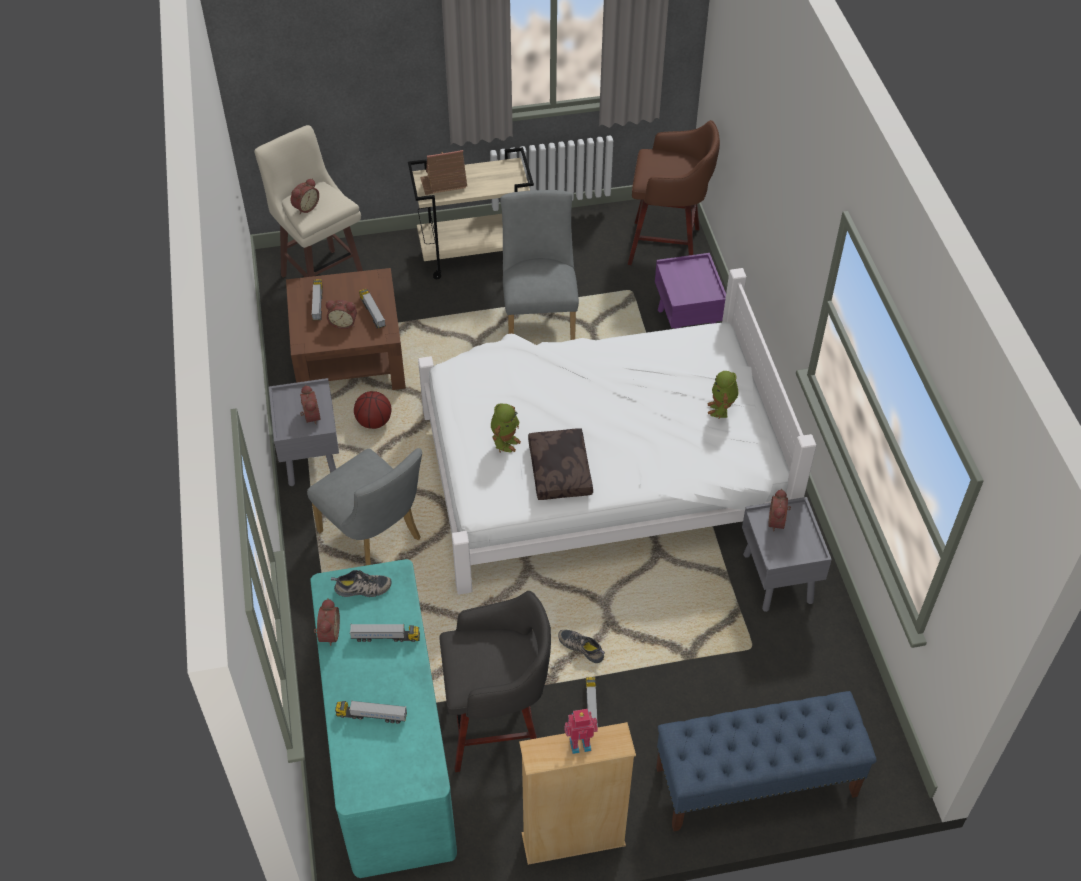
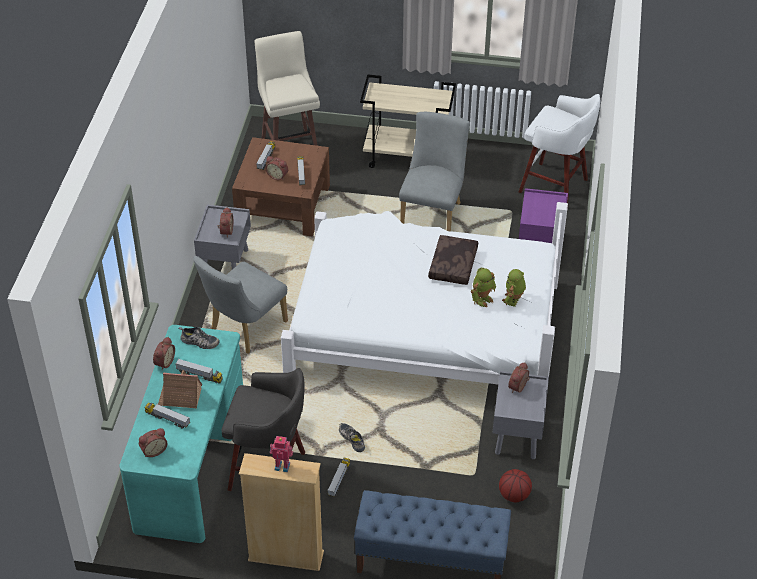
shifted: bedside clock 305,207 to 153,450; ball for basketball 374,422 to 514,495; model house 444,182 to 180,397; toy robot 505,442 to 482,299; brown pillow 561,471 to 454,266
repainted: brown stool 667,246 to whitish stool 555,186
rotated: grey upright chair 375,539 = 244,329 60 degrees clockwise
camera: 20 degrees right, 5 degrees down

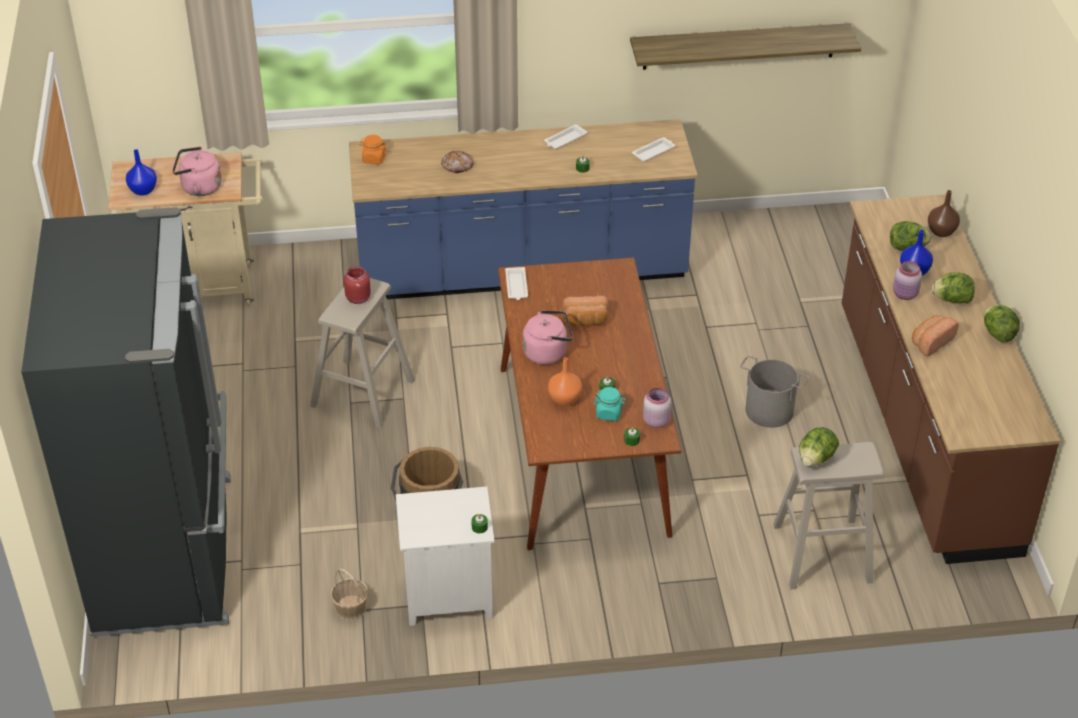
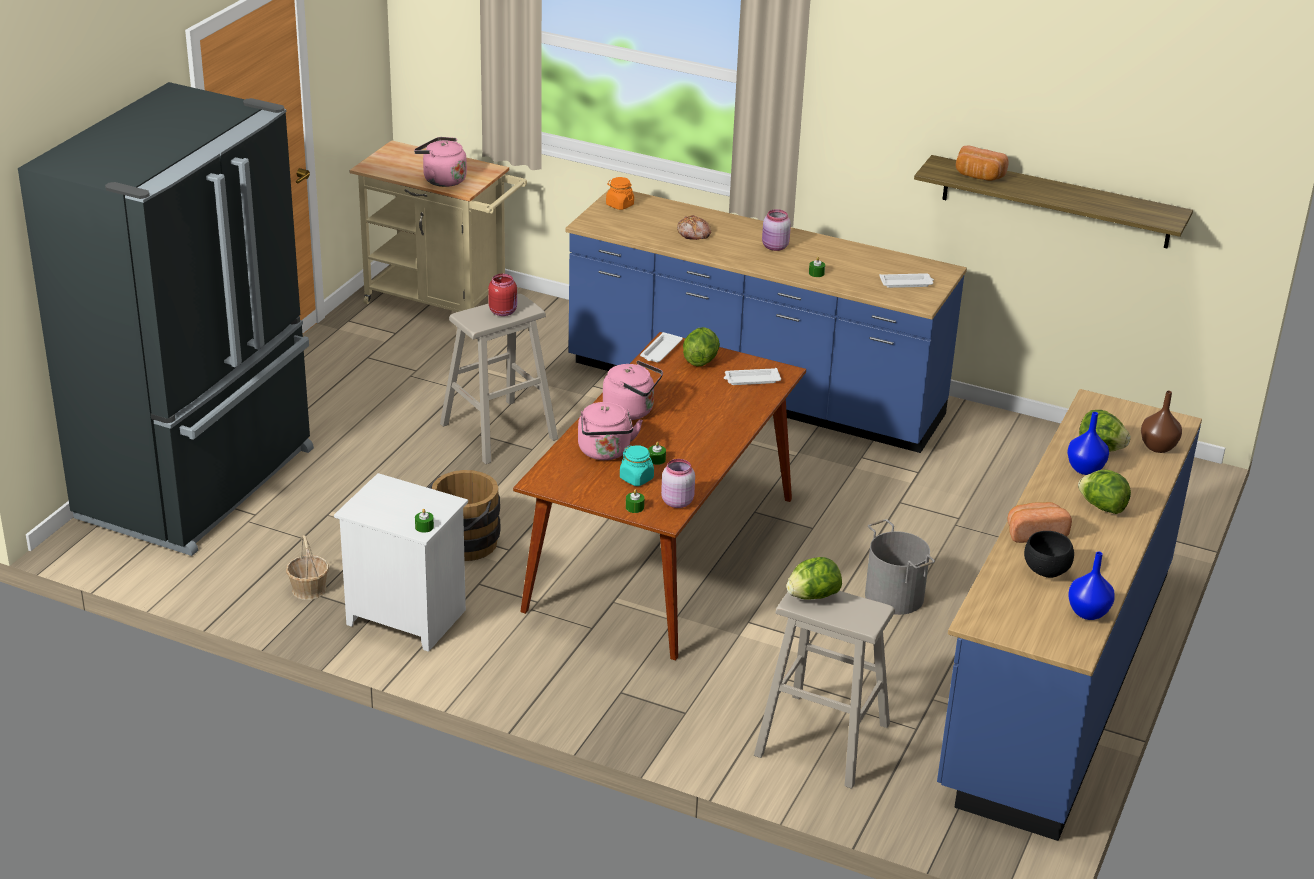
new: black-coloured deep dish 1047,572
shifted: blue-coloured decorative vase 144,190 to 1089,613; whitish tray 564,140 to 751,380; bread 586,321 to 978,176; pinkish jar 905,295 to 774,247; lettuce 997,334 to 700,360
swapped: orange-coloured decorative vase 564,400 to pinkish kettle 605,452
repainted: brown counter 923,428 to blue-coloured counter 1056,678
camera: 30 degrees right, 10 degrees down

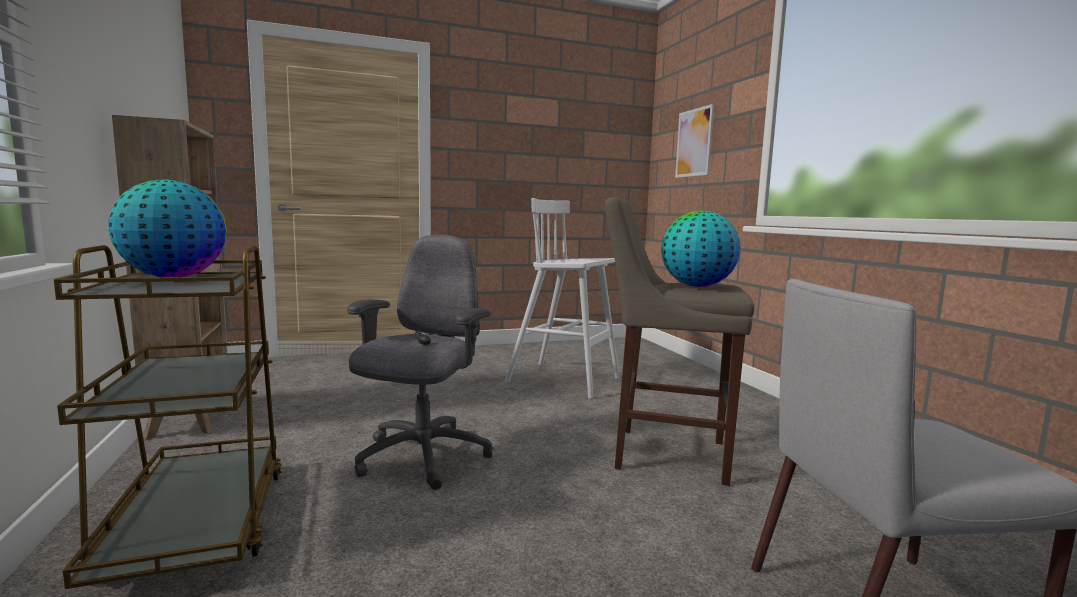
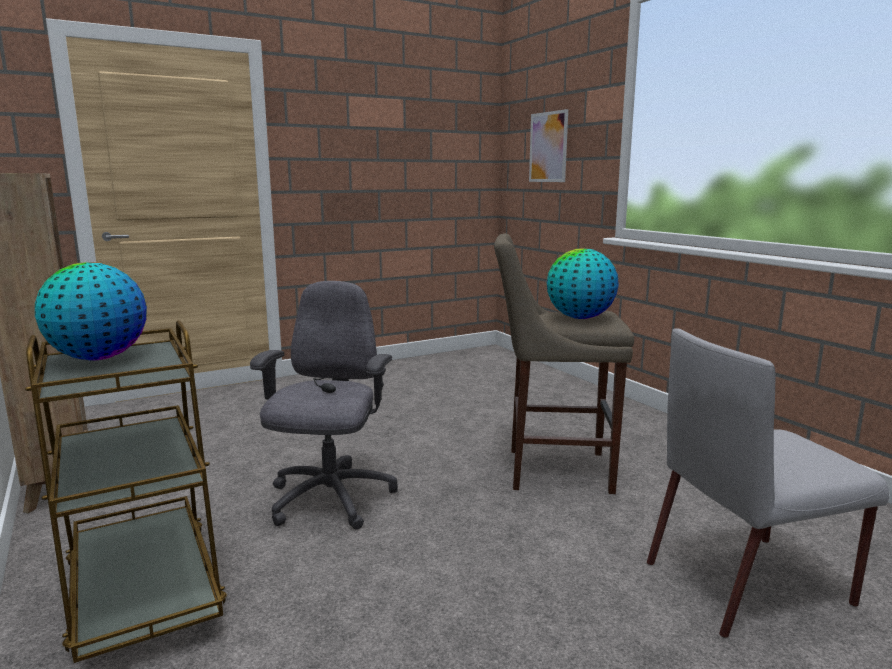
gone: whitish stool 565,380
camera: 10 degrees left, 5 degrees up

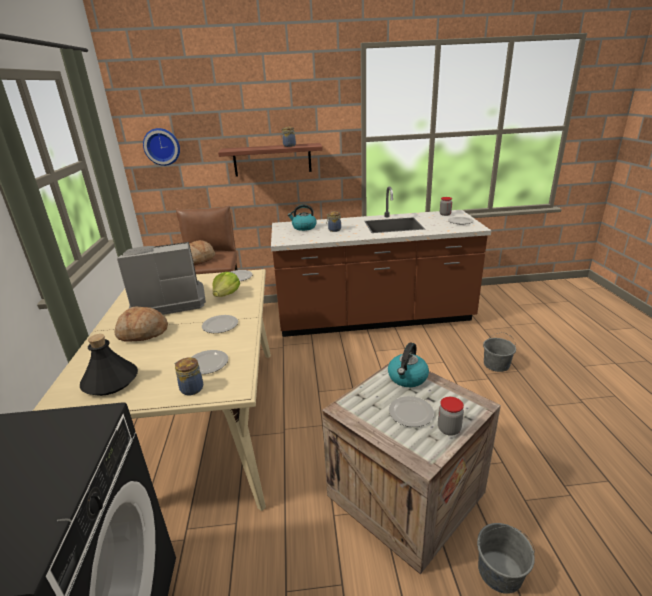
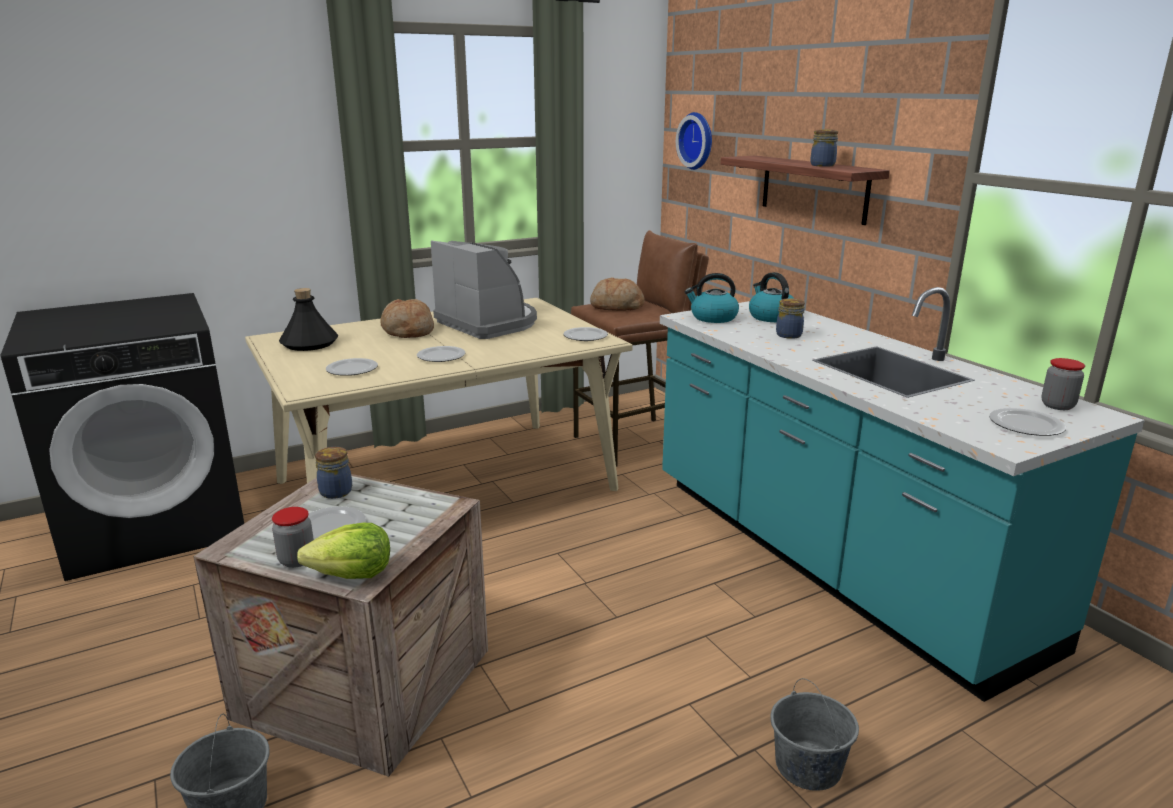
shifted: jar 191,388 to 336,491; lettuce 226,294 to 352,574; kettle 407,378 to 713,318
repainted: brown counter 374,318 to turquoise-coloured counter 831,559
camera: 65 degrees right, 5 degrees down

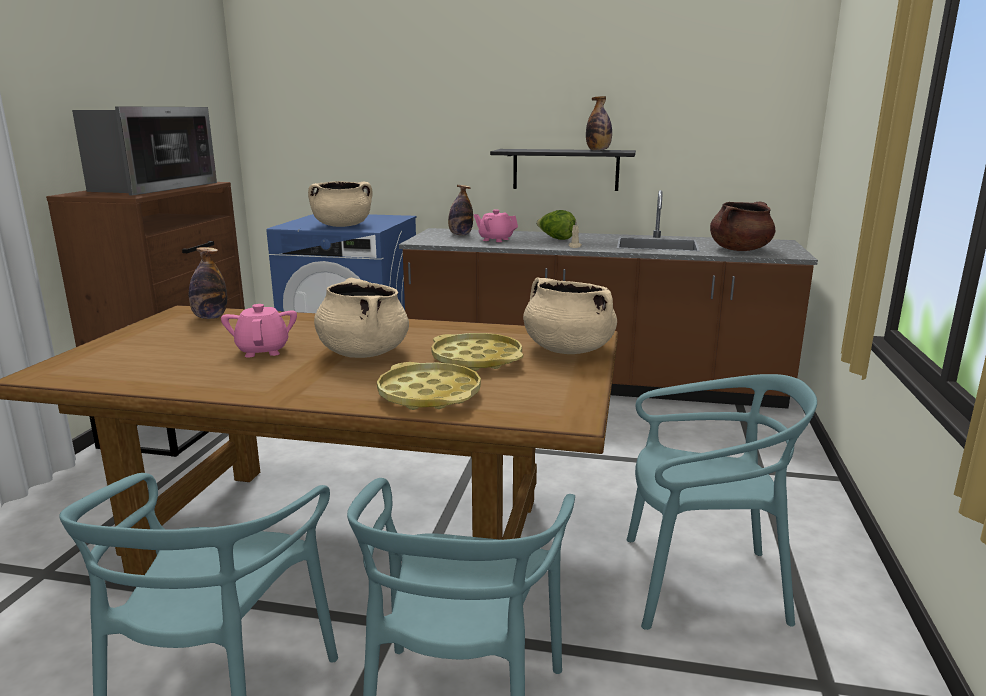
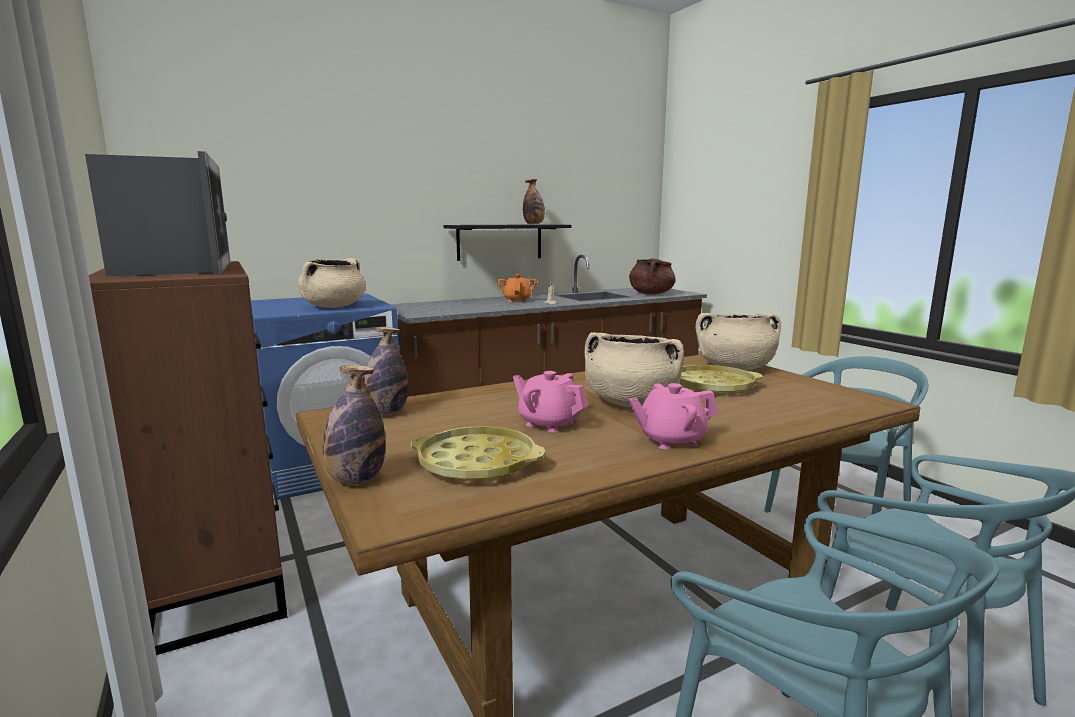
shifted: yellowish tray 429,394 to 477,463; beverage bottle 460,235 to 356,480; pinkish teapot 495,240 to 670,440
swapped: lettuce 556,239 to orange-coloured teapot 517,300
camera: 40 degrees left, 5 degrees down

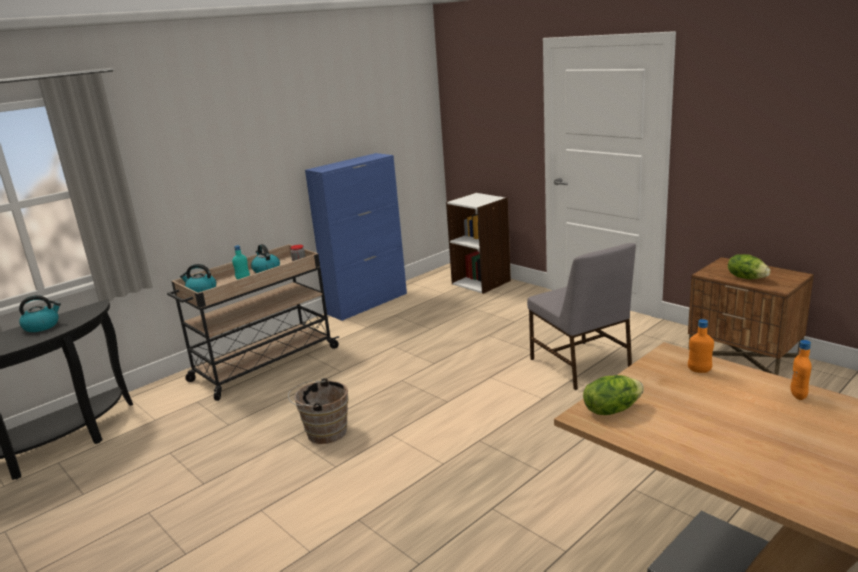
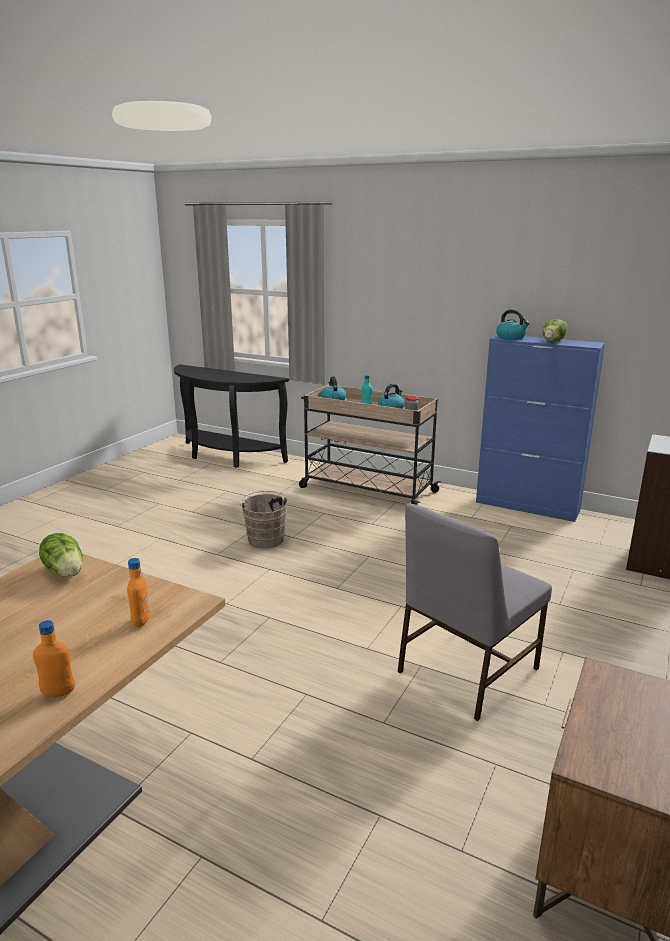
shifted: kettle 42,326 to 511,337; lettuce 746,278 to 553,341
camera: 70 degrees right, 0 degrees up

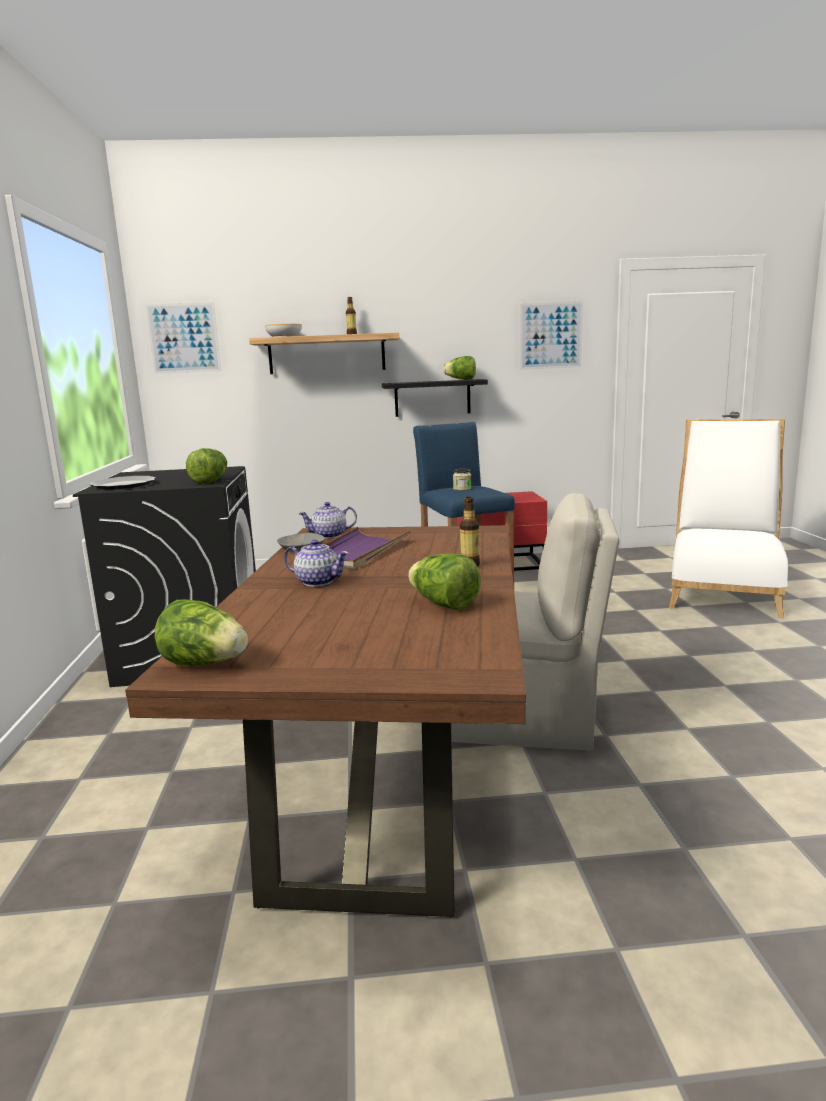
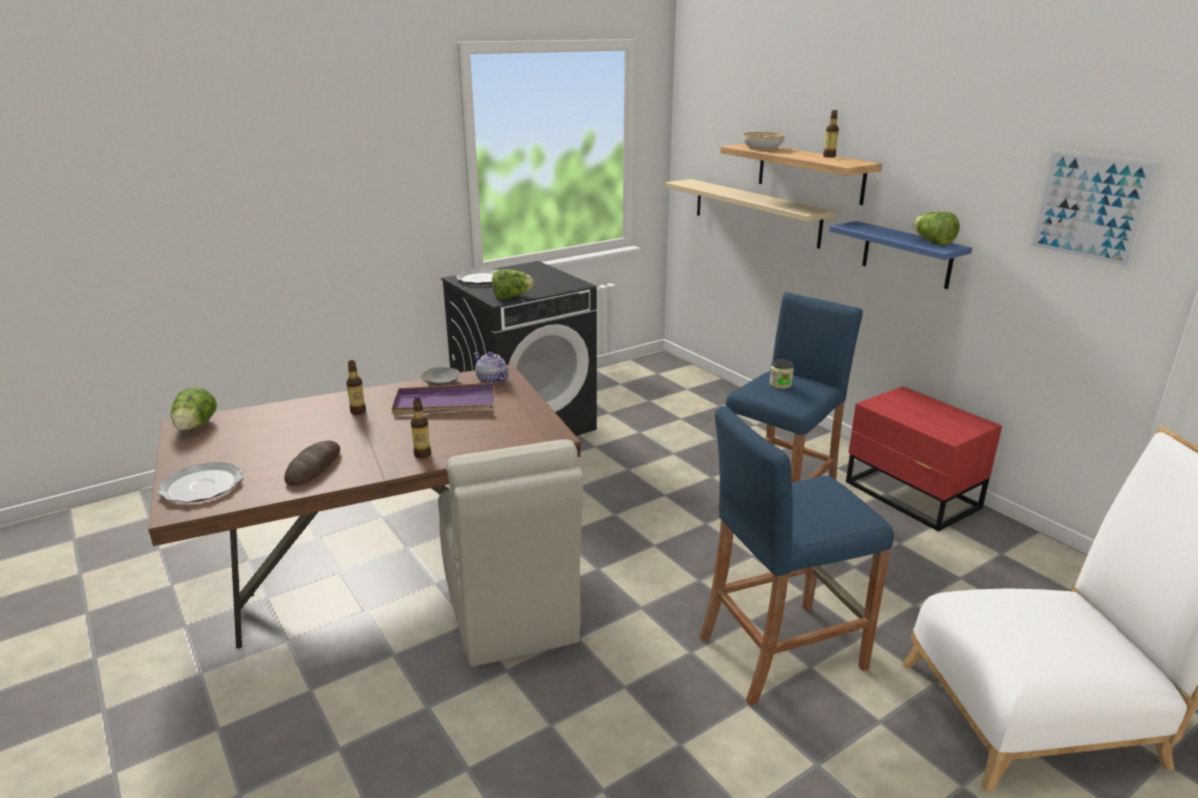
gone: wall art 184,338
new: flat dish 201,486; sand-coloured wall shelf 755,212; blue-coloured stool 781,652
swapped: teapot 317,581 to beverage bottle 358,411; lettuce 444,605 to bread 313,467
repainted: black-coloured wall shelf 432,398 to blue-coloured wall shelf 907,255
camera: 60 degrees right, 10 degrees up

